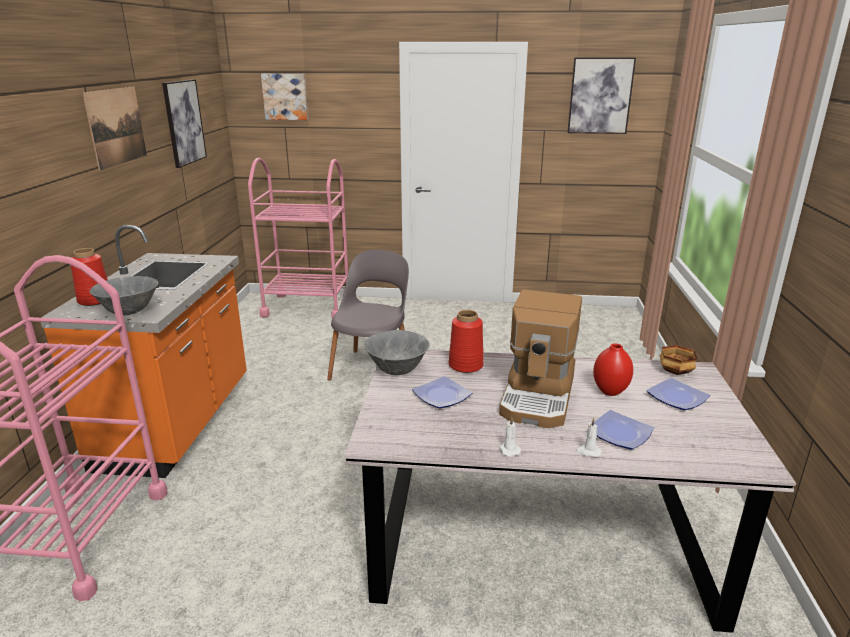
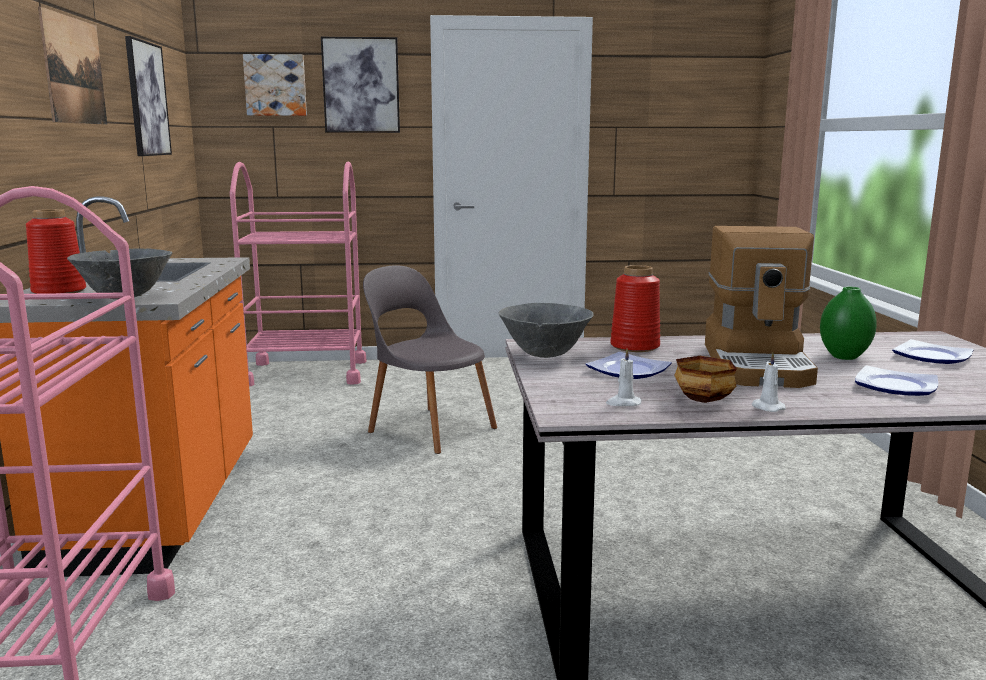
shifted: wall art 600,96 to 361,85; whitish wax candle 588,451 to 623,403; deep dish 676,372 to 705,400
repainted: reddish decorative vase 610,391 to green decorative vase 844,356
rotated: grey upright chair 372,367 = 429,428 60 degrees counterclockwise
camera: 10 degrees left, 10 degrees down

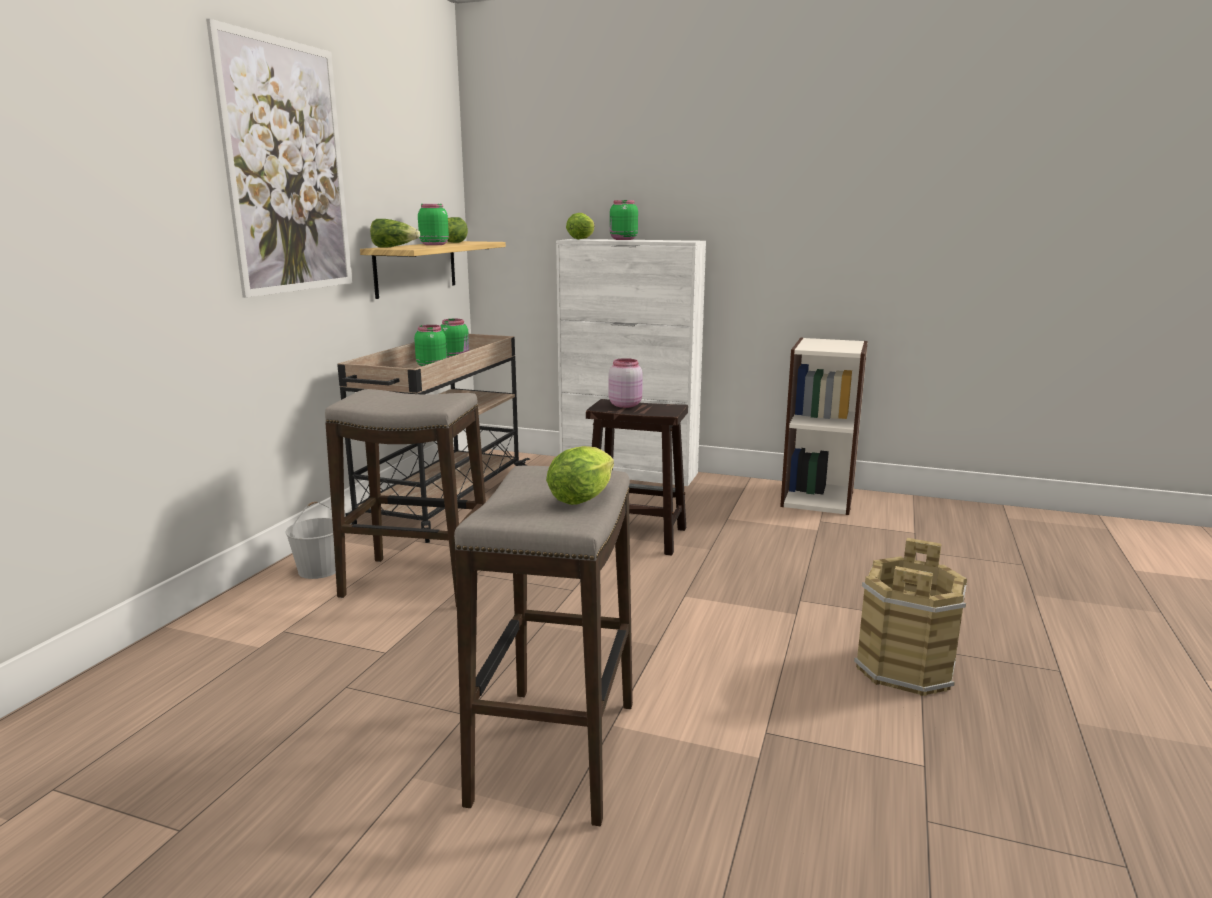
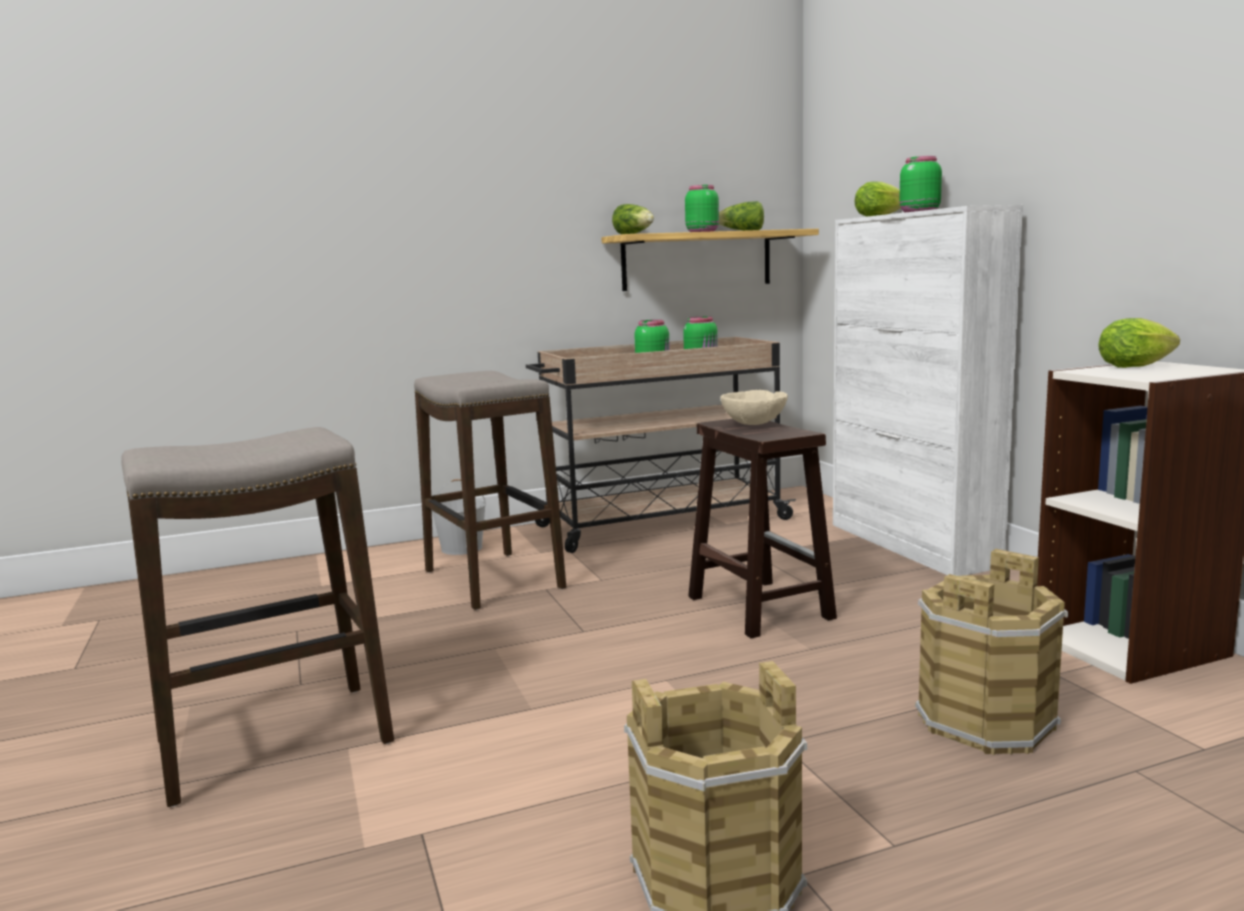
gone: wall art 287,168
new: brown bucket 984,721
shifted: lettuce 584,497 to 1138,366
swapped: pinkish jar 625,405 to sand-coloured deep dish 754,424
camera: 50 degrees right, 5 degrees down

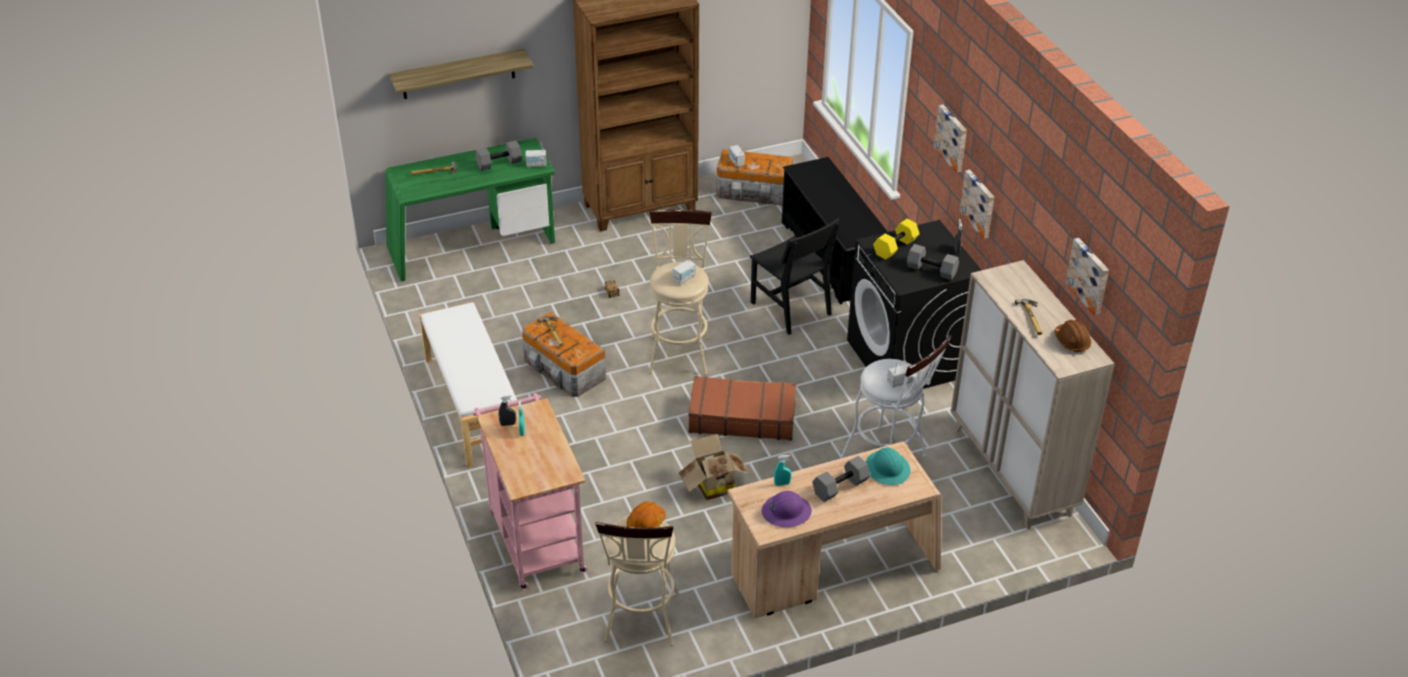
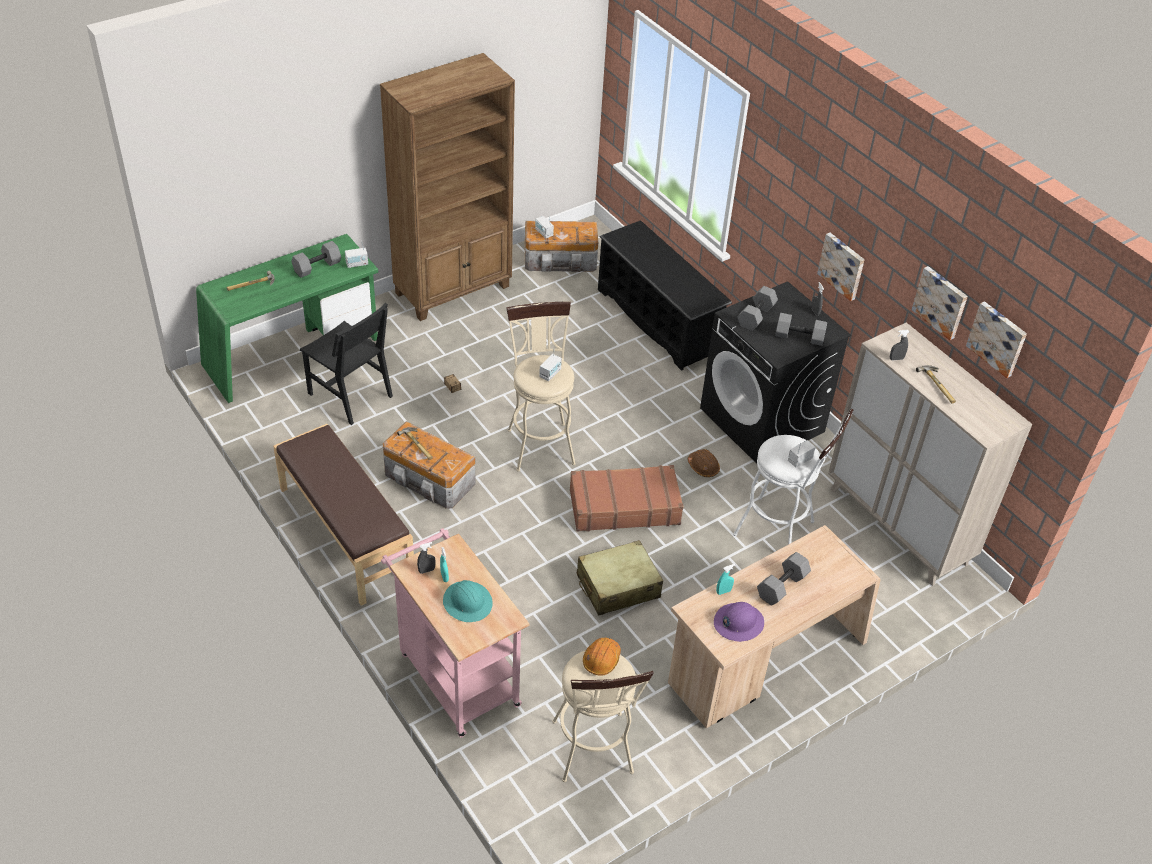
gone: wall shelf 458,74
new: grey sprayer 896,359
shifted: black-coloured upright chair 790,308 to 350,395; turquoise-coloured safety helmet 887,469 to 468,602; wall art 952,138 to 941,302; brown safety helmet 1072,341 to 703,467
swapped: packing box 712,485 to sand-coloured suitcase 617,586
repainted: whitish indoor bench 472,405 to brown indoor bench 345,533; yellowish hand weight 895,248 to grey hand weight 756,317
camera: 15 degrees left, 5 degrees up

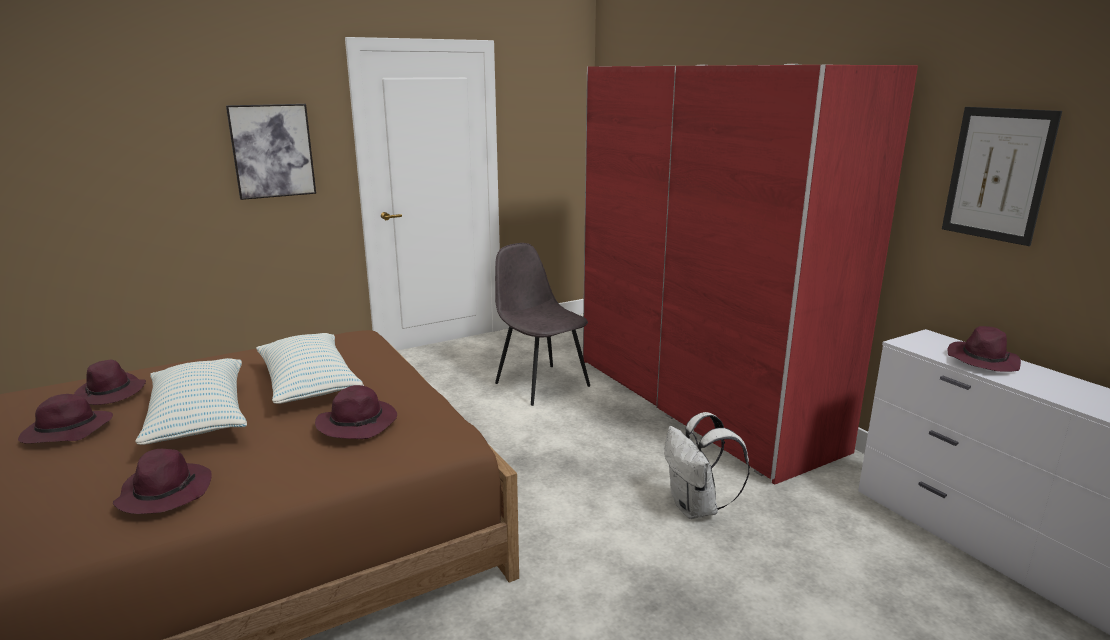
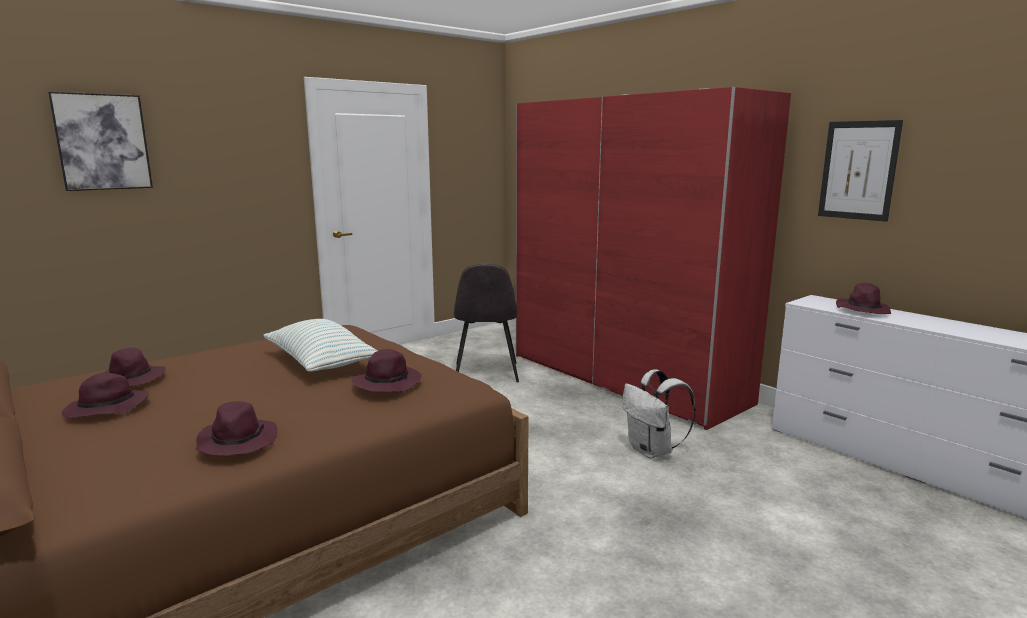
gone: pillow 199,419
shifted: wall art 272,151 to 102,142
rotated: grey upright chair 541,383 = 486,373 135 degrees counterclockwise
camera: 10 degrees left, 5 degrees down

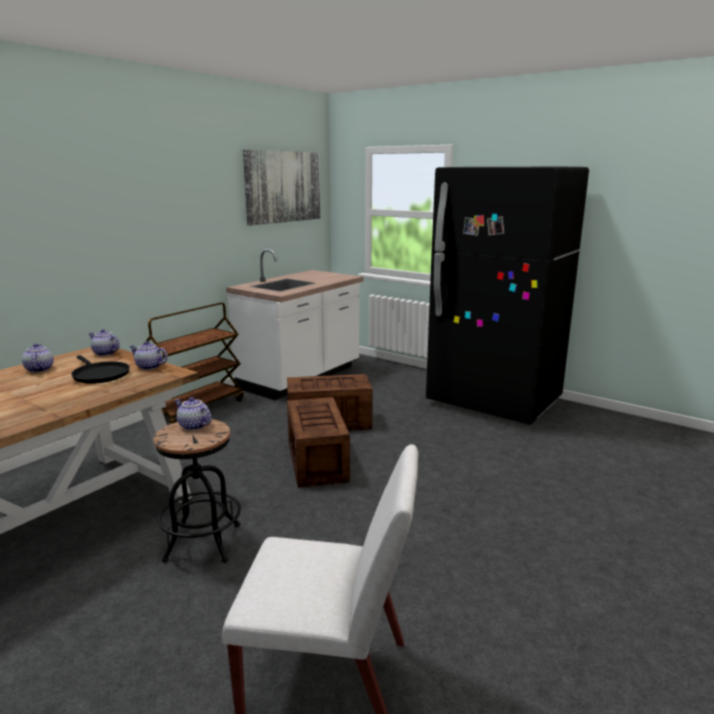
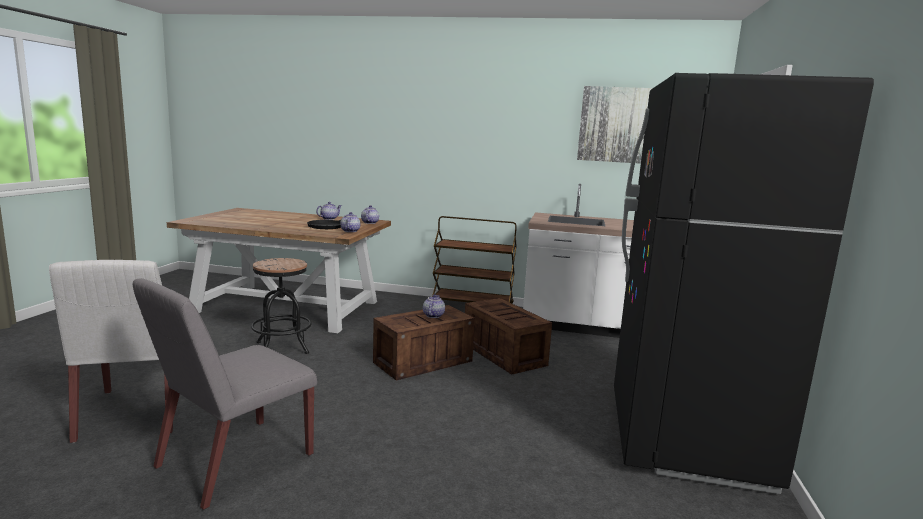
new: grey upright chair 233,462
shifted: teapot 193,426 to 433,315
camera: 65 degrees right, 5 degrees down

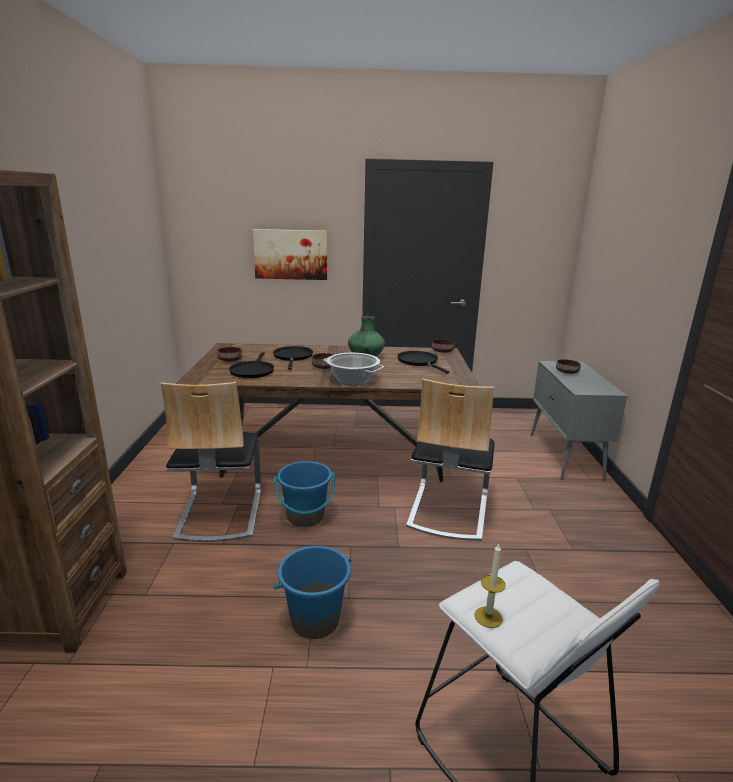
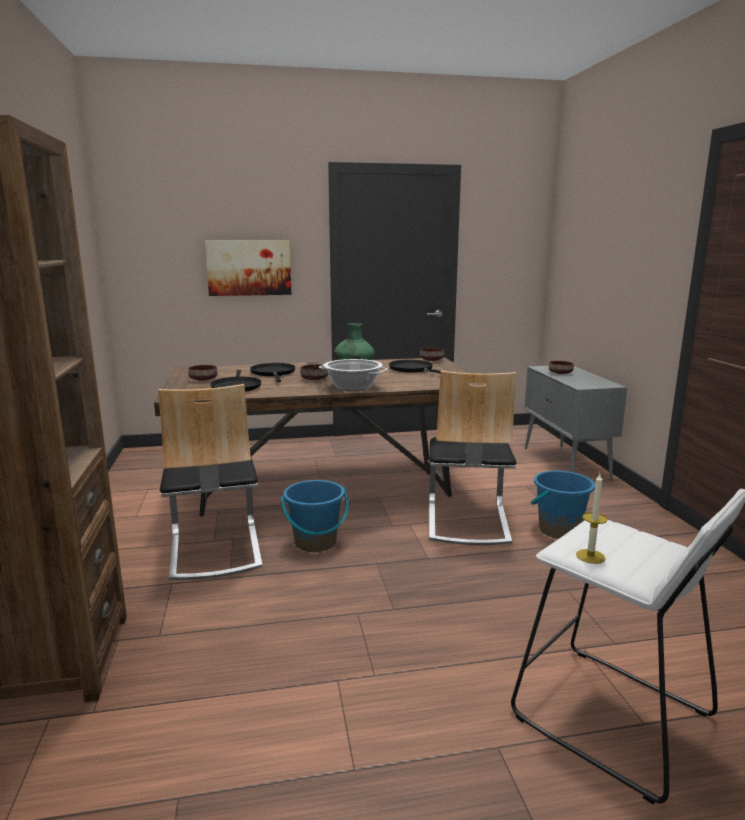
shifted: blue-coloured bucket 315,620 to 559,530
camera: 10 degrees left, 5 degrees down

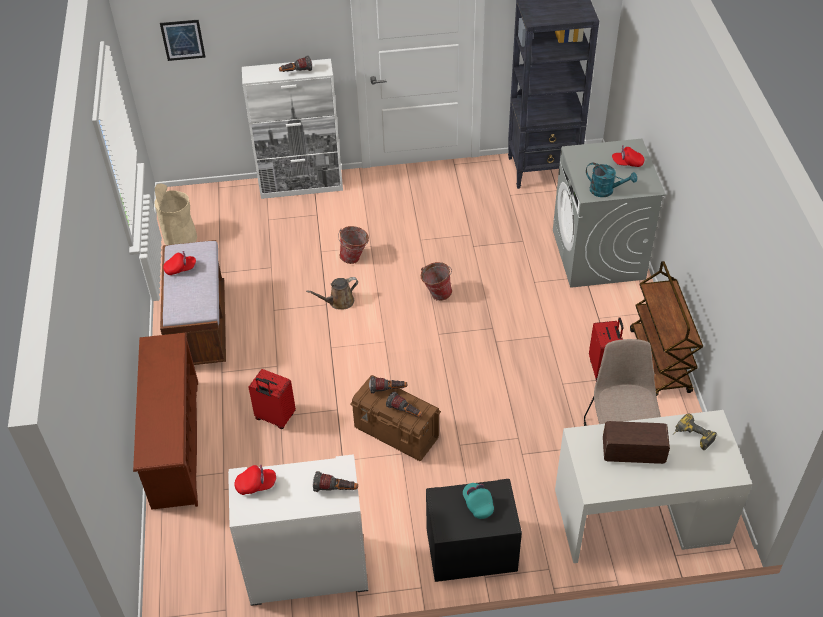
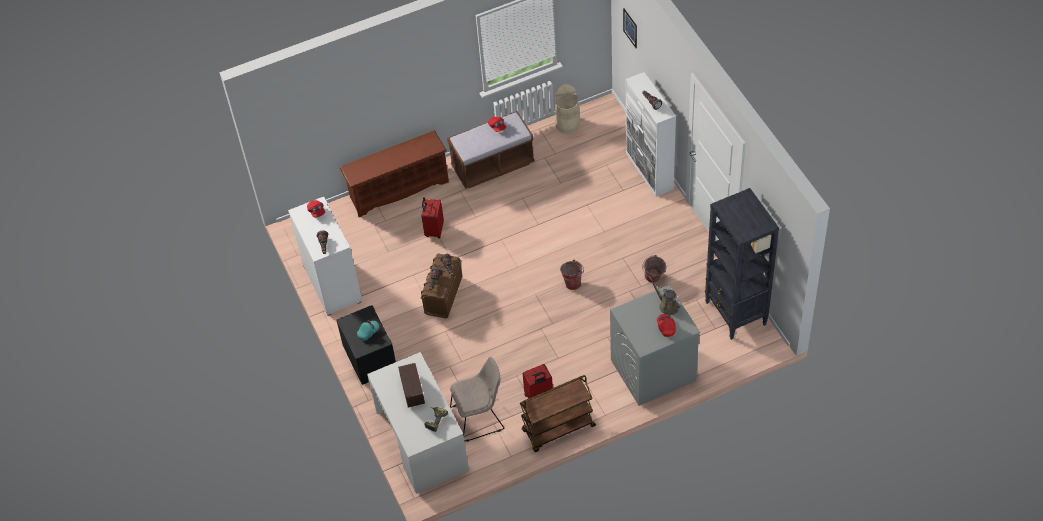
gone: turquoise-coloured watering can 606,191
shifted: brown watering can 339,302 to 667,305; bucket 355,258 to 653,279
camera: 75 degrees right, 5 degrees up

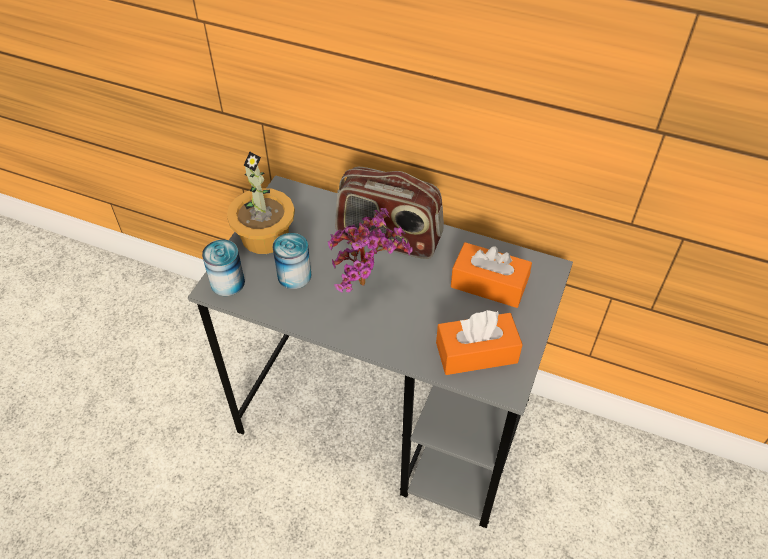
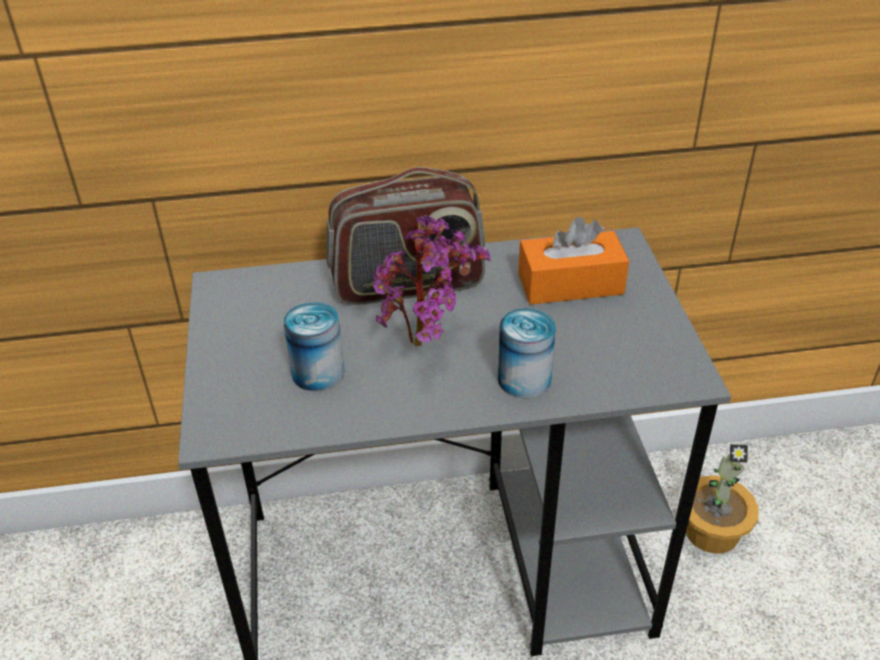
gone: orange-coloured box of tissues 476,353
shifted: metal can 227,282 to 524,379; plant in a pot 265,236 to 711,530
camera: 30 degrees left, 10 degrees down

